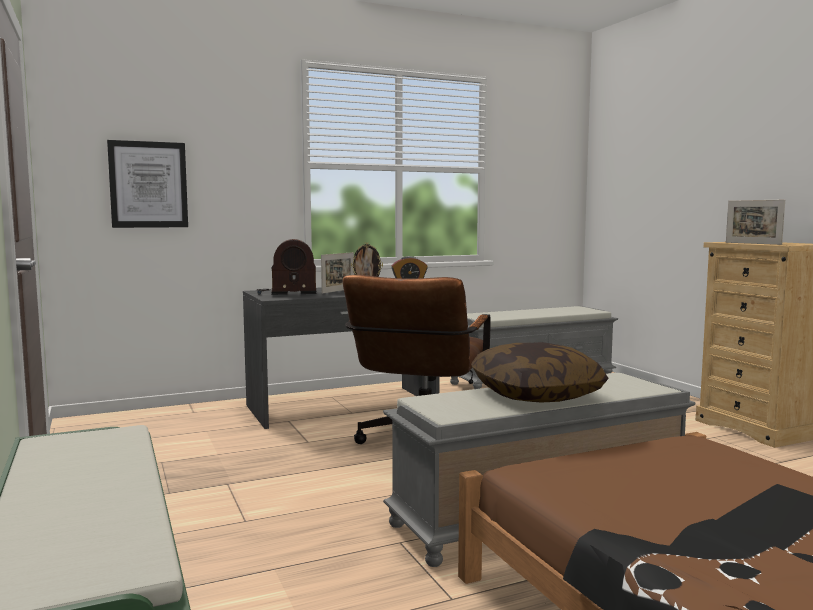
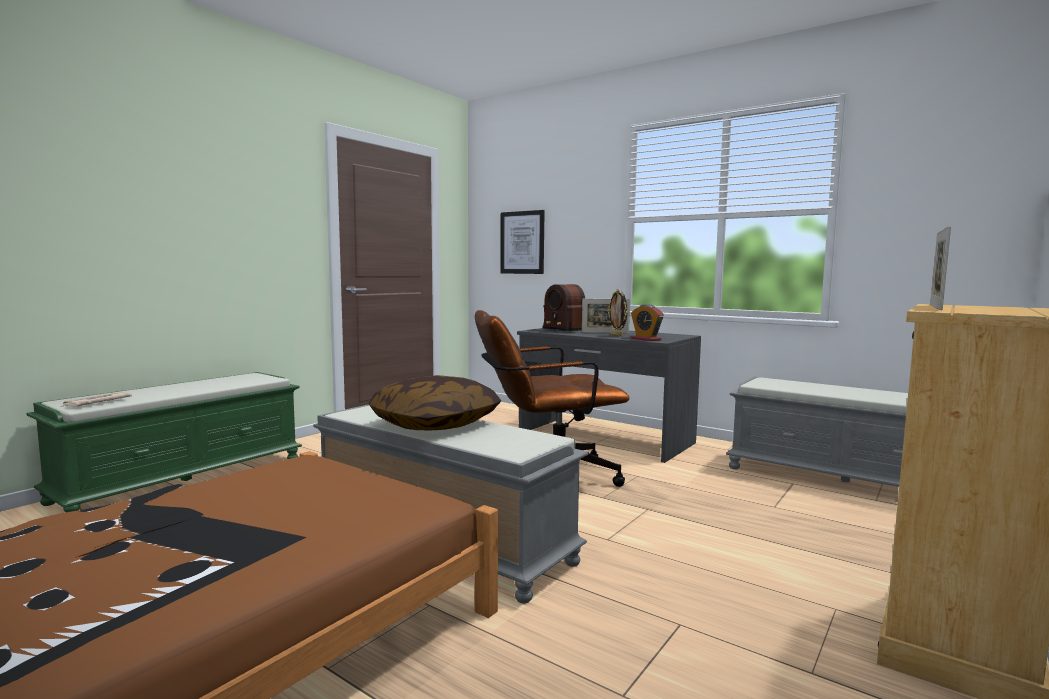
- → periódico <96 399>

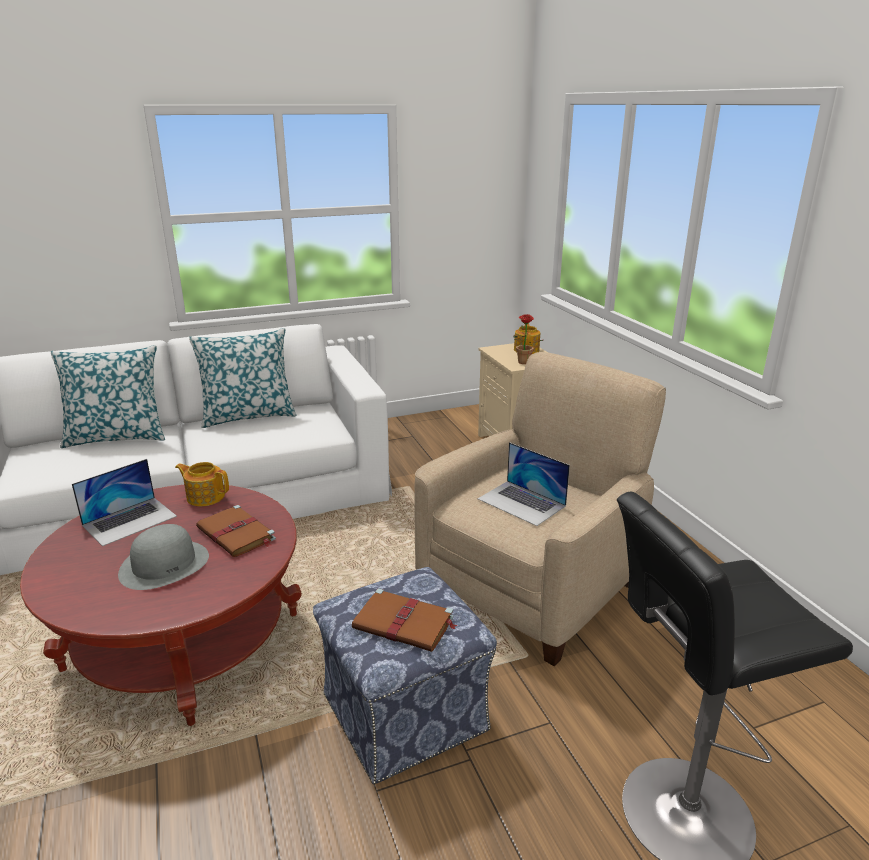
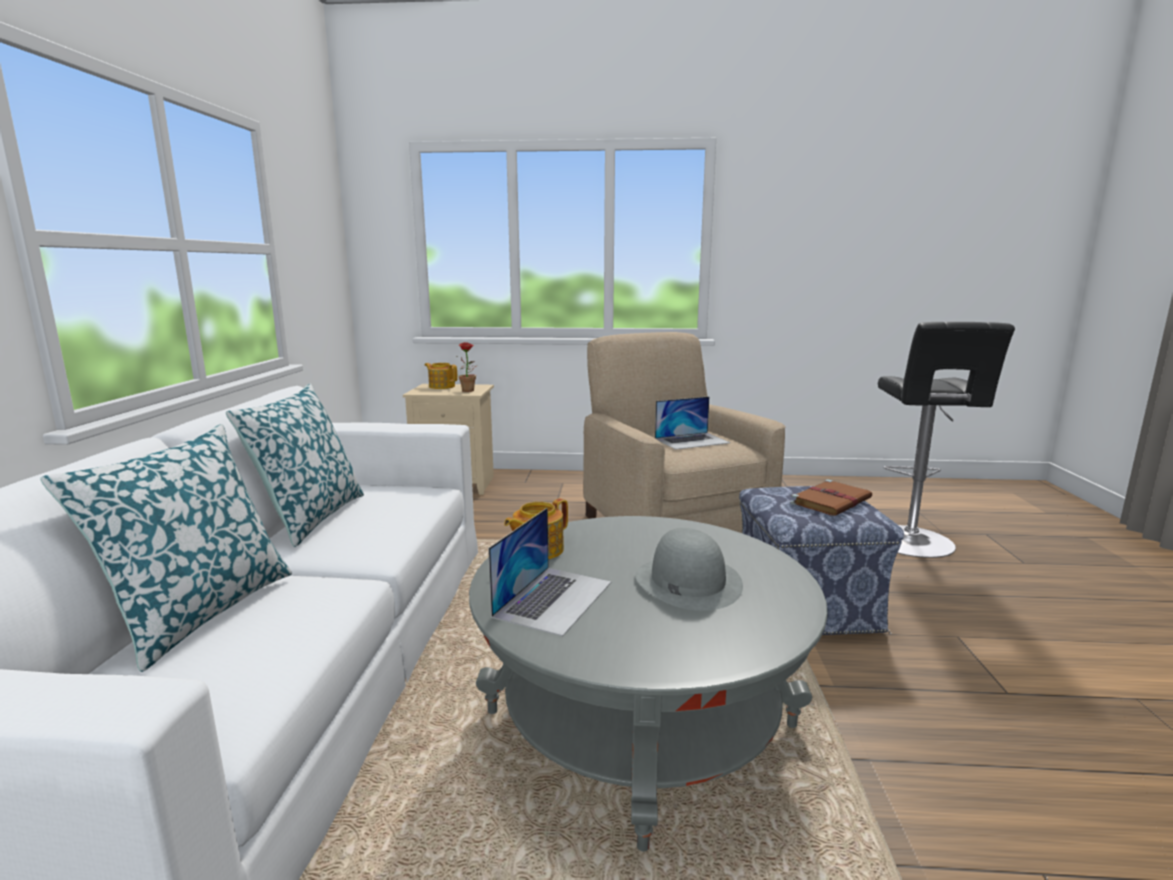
mesa de centro/rojo <161 605> → mesa de centro/gris <648 684>
portátil <124 502> → portátil <549 572>, 45 degrees clockwise
libro/marrón <236 531> → -

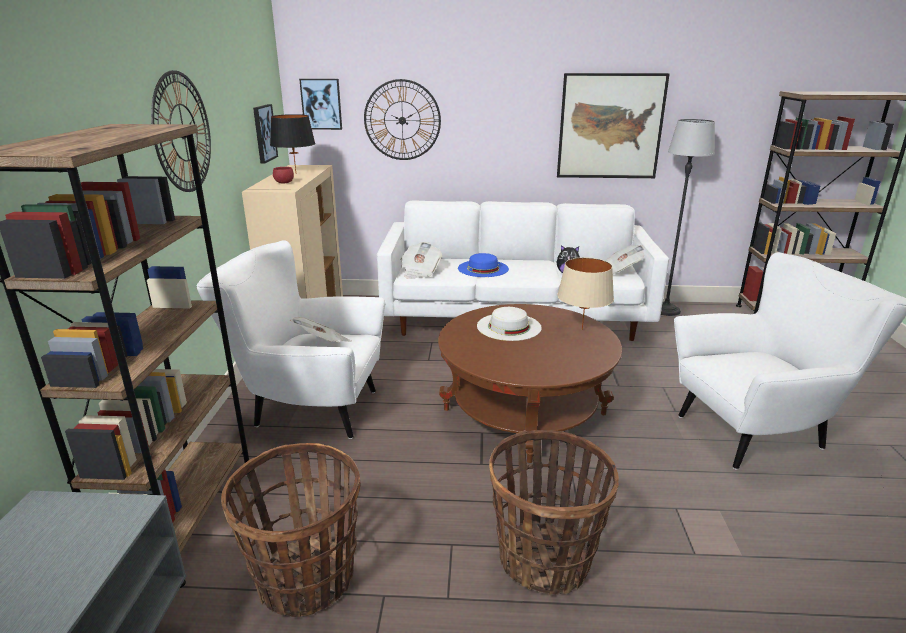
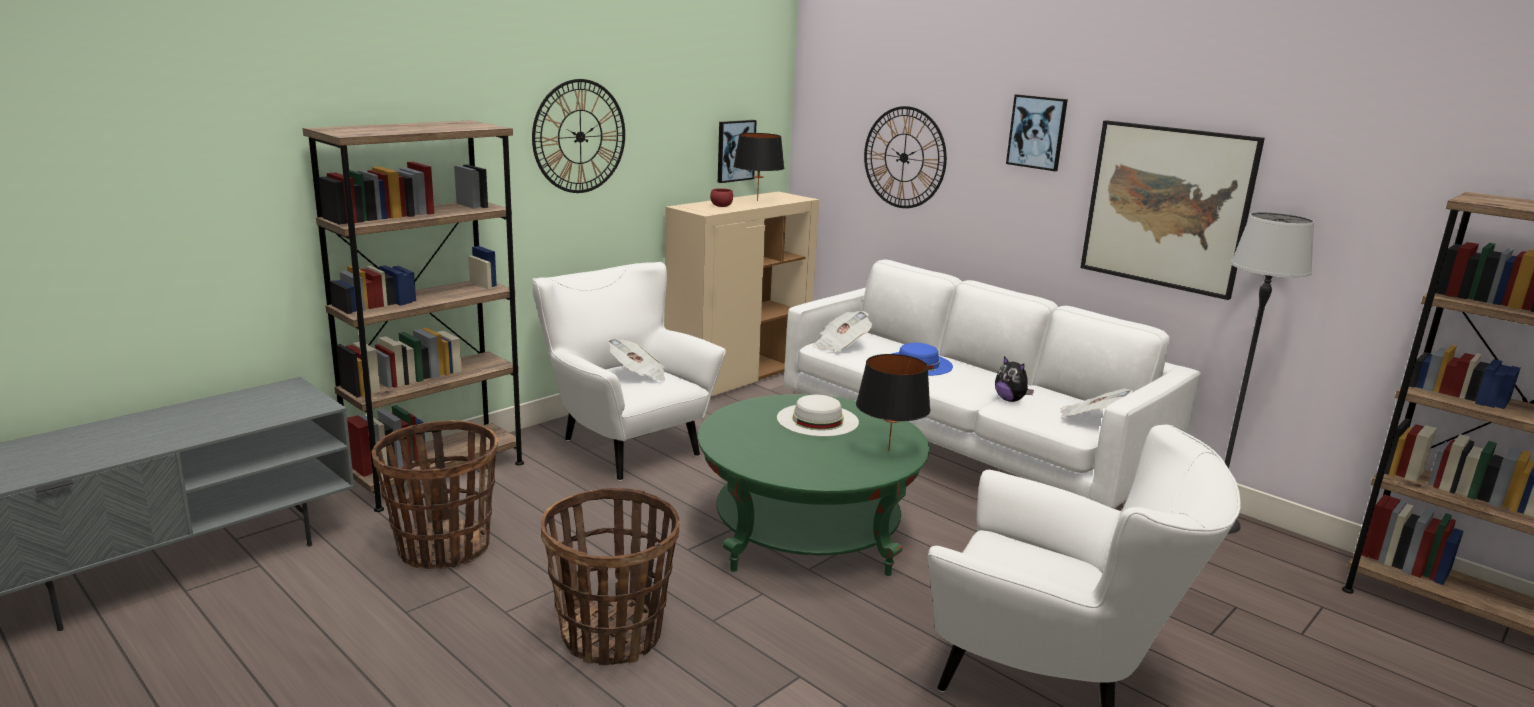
mesa de centro/marrón <530 383> → mesa de centro/verde <813 485>
lámpara de mesa/beis <585 293> → lámpara de mesa/negro <893 402>
cuadro <320 104> → cuadro <1037 132>, move

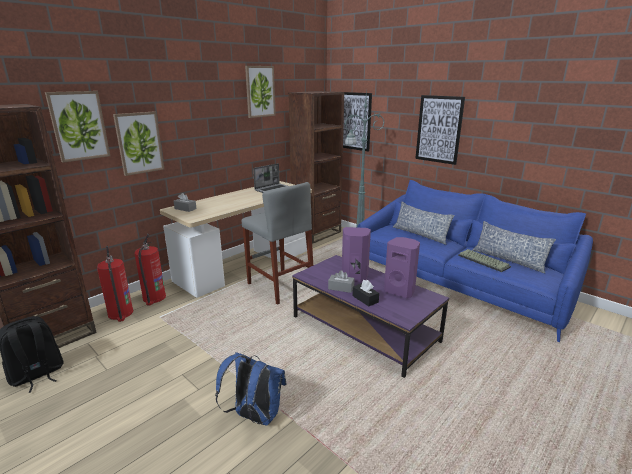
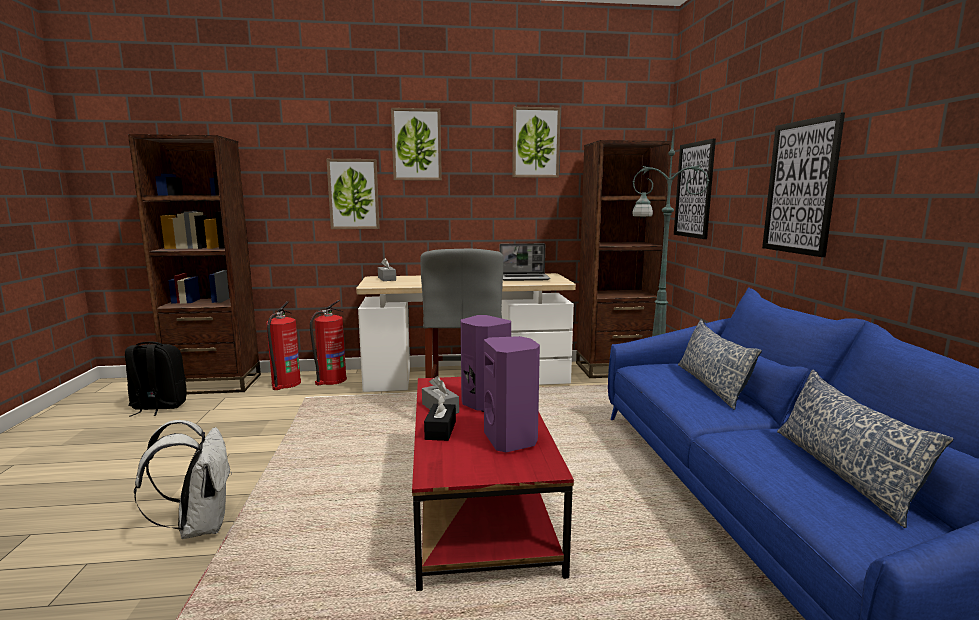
mochila/azul <250 389> → mochila/blanco <183 479>
cuadro <77 127> → cuadro <416 144>, move
mesa de centro/morado <370 316> → mesa de centro/rojo <493 484>
teclado <484 260> → -

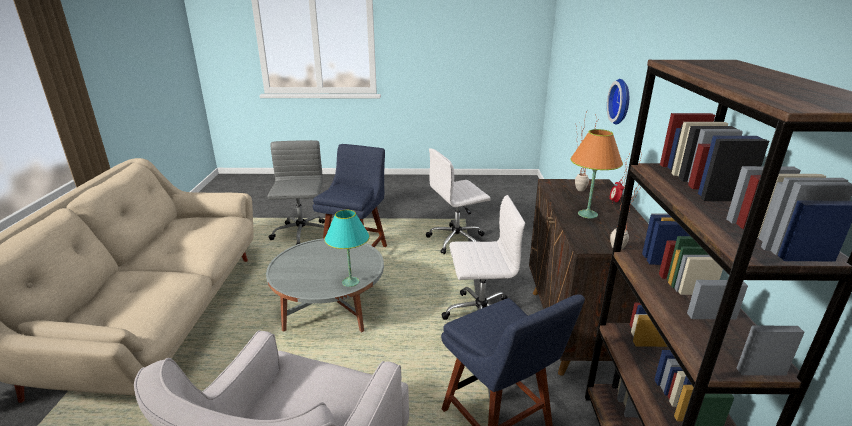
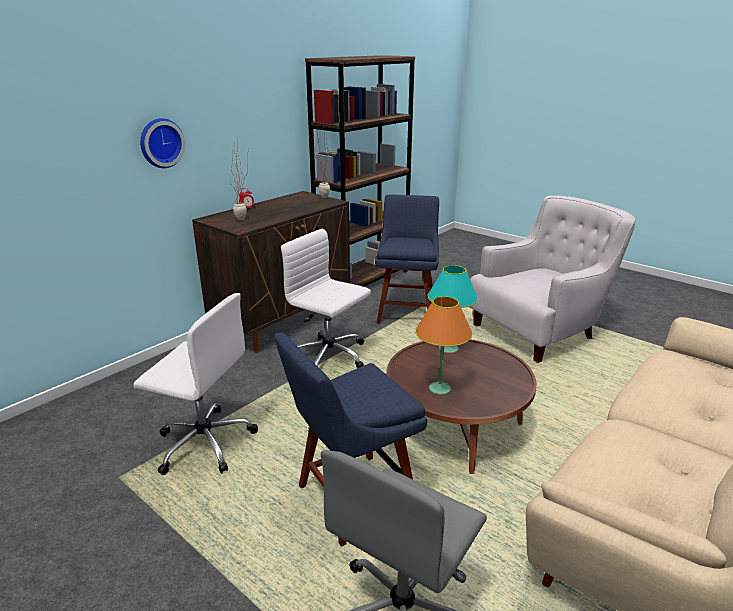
mesa de centro/gris <325 285> → mesa de centro/marrón <461 406>
lámpara de mesa/naranja <596 174> → lámpara de mesa/naranja <444 345>, move

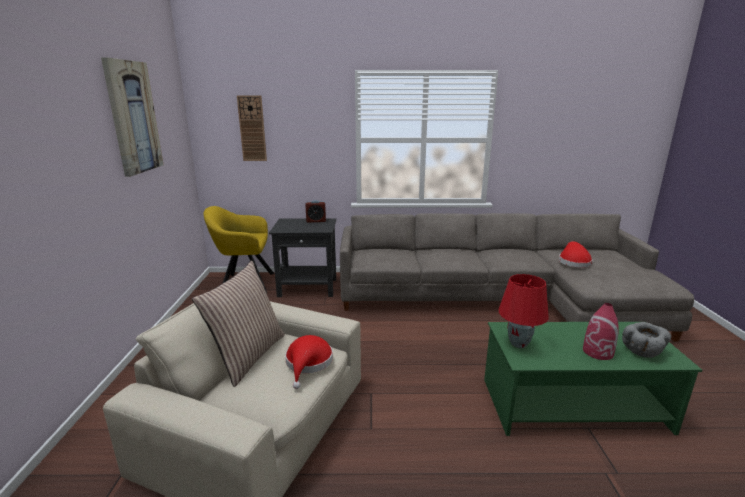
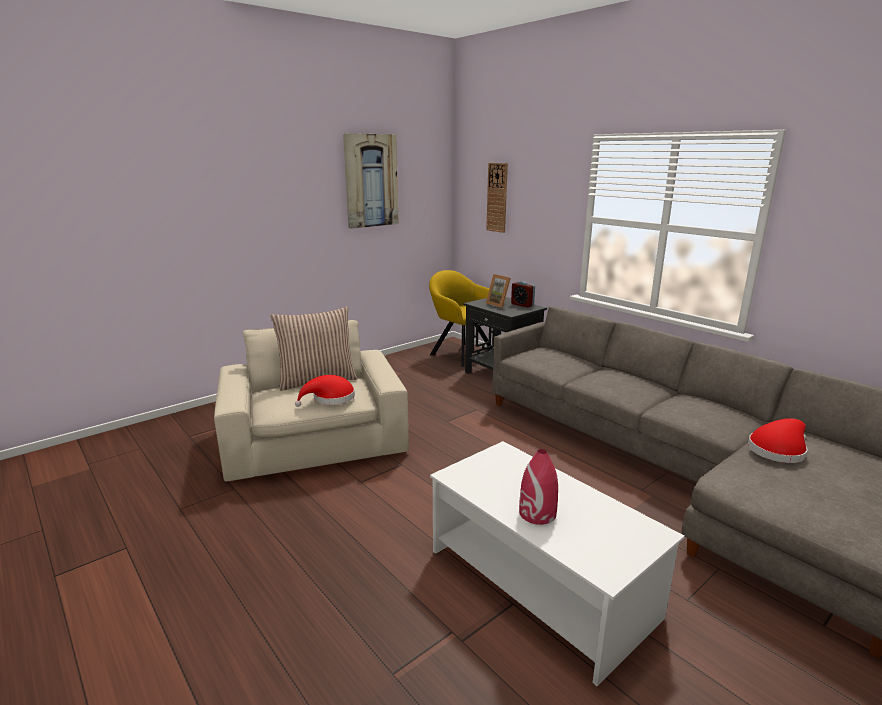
mesa de centro/verde <593 379> → mesa de centro/blanco <557 563>
- → portarretratos <498 291>
lámpara de mesa/rojo <524 311> → -
cuenco/gris <646 340> → -

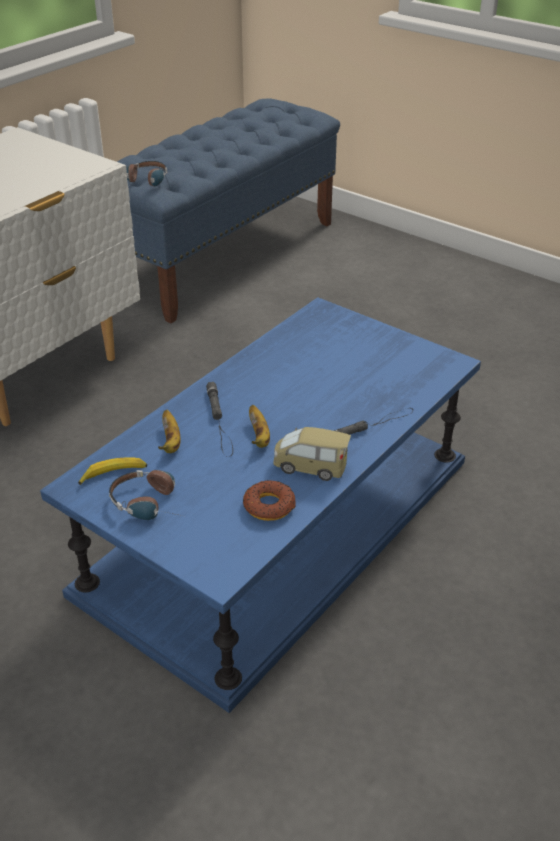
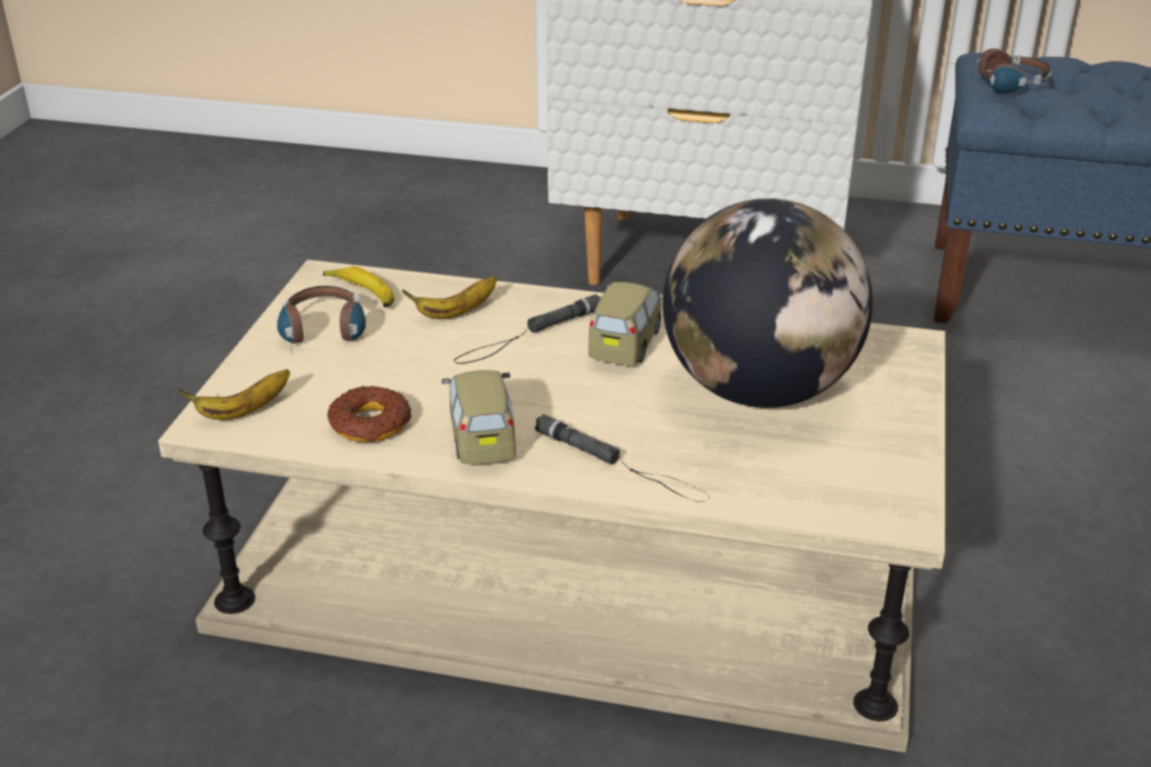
mesa de centro/azul <260 505> → mesa de centro/beis <551 506>
plátano <259 426> → plátano <234 394>, move
- → coche de juguete <625 323>
- → globo terráqueo <768 303>

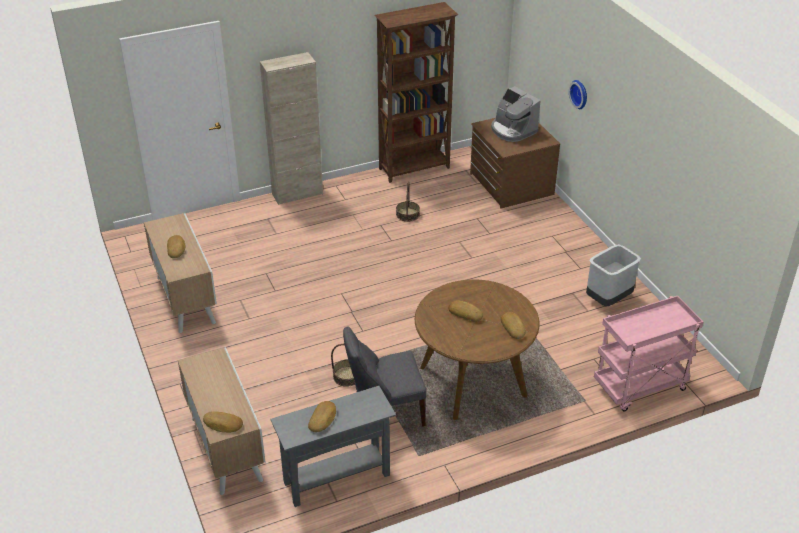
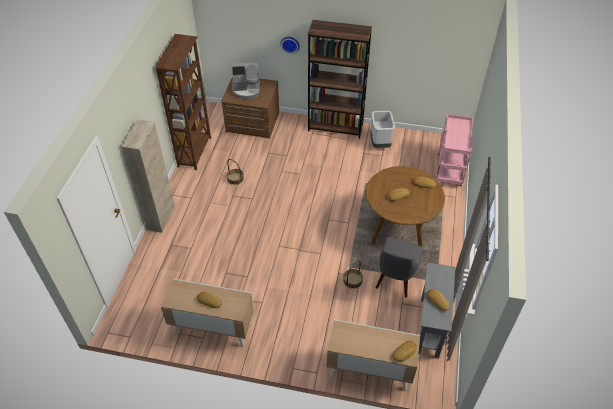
- → estantería/marrón <340 79>

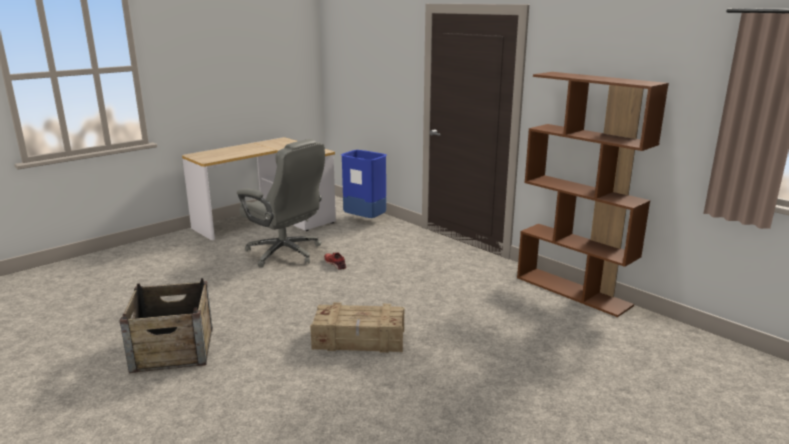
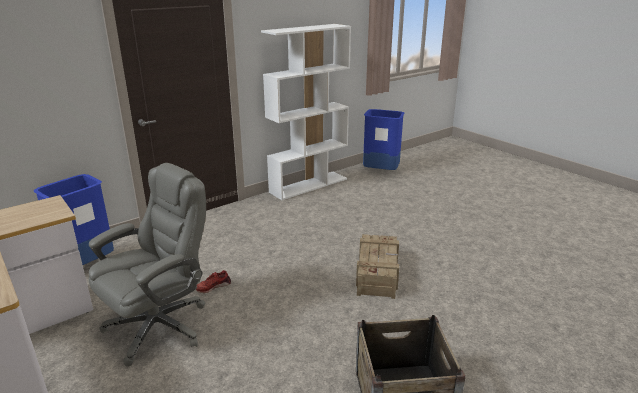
estantería/marrón <593 194> → estantería/blanco <306 112>
- → papelera/azul <383 139>

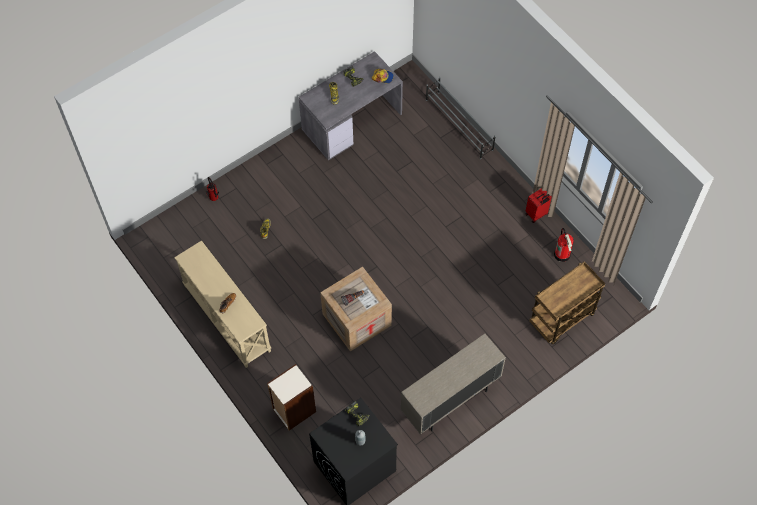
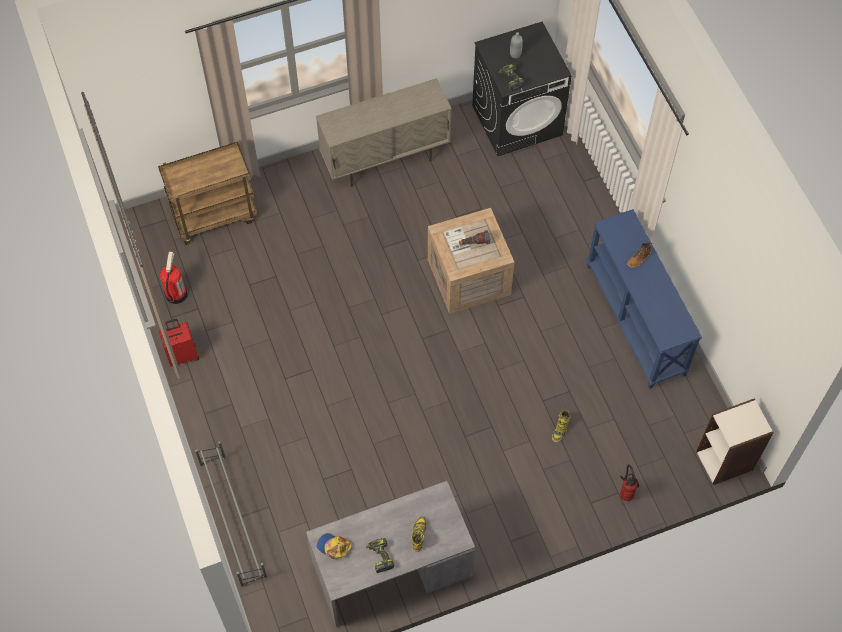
mesa consola/beis <222 304> → mesa consola/azul <644 299>
estantería <291 397> → estantería <734 441>, move

